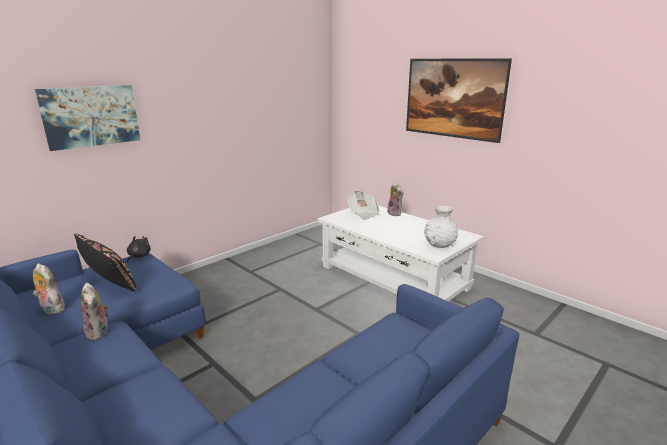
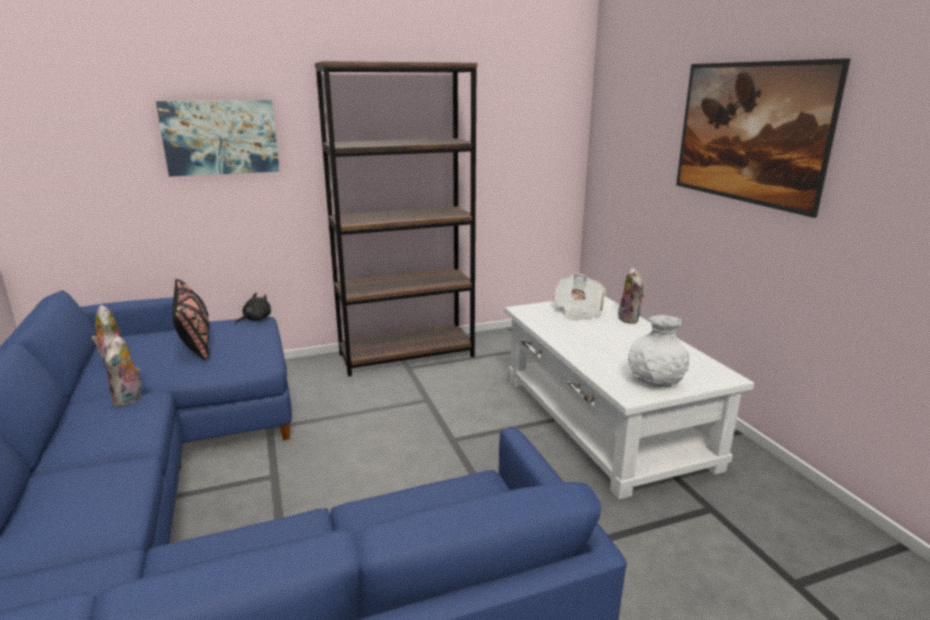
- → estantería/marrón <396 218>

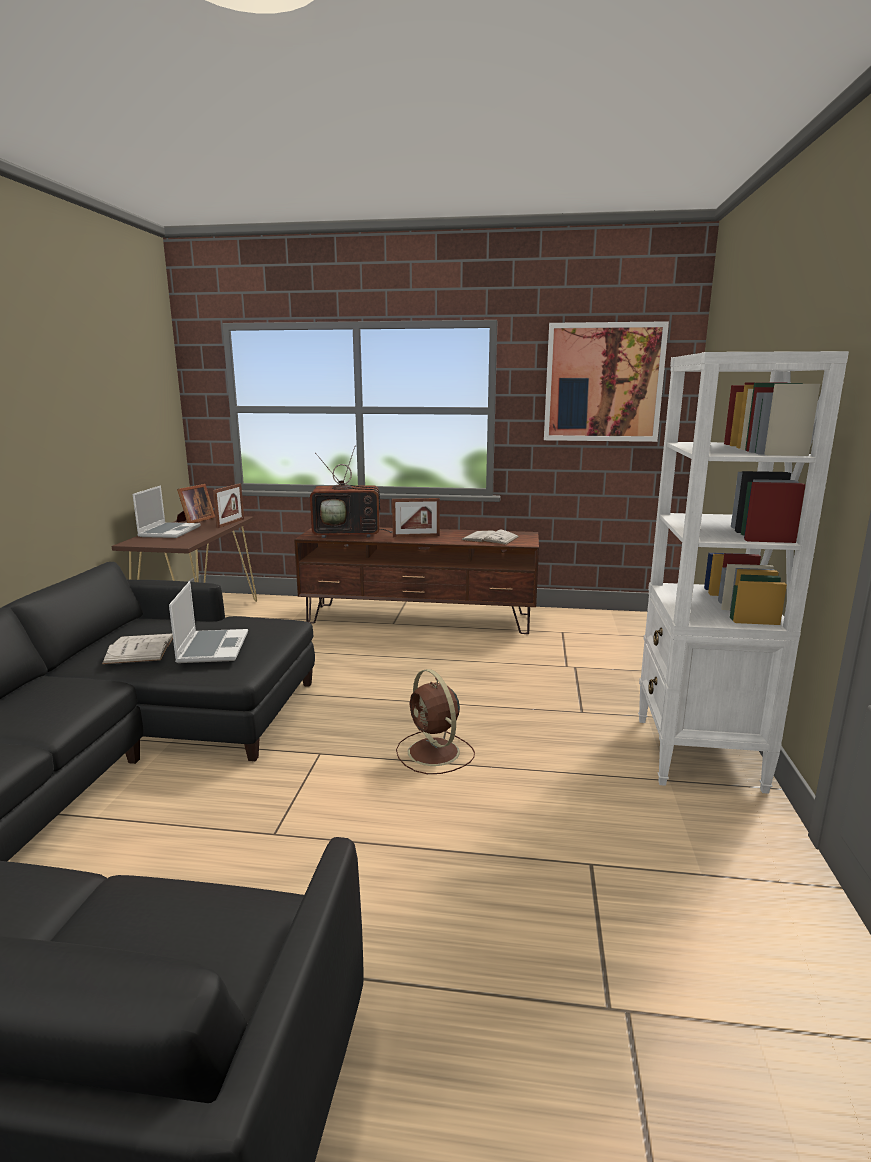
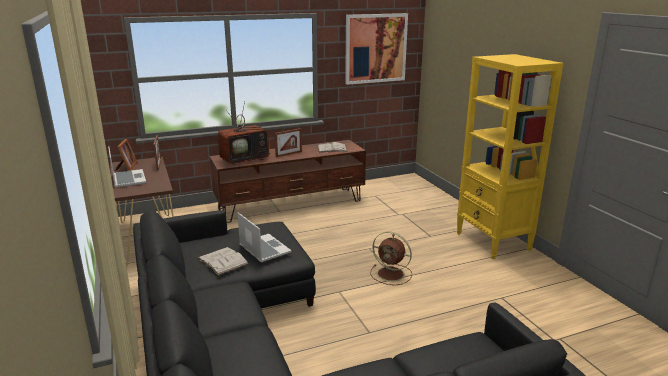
estantería/blanco <743 572> → estantería/amarillo <510 156>

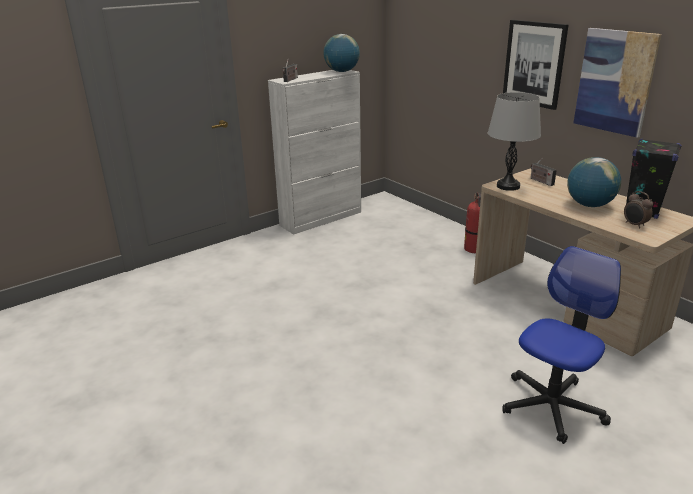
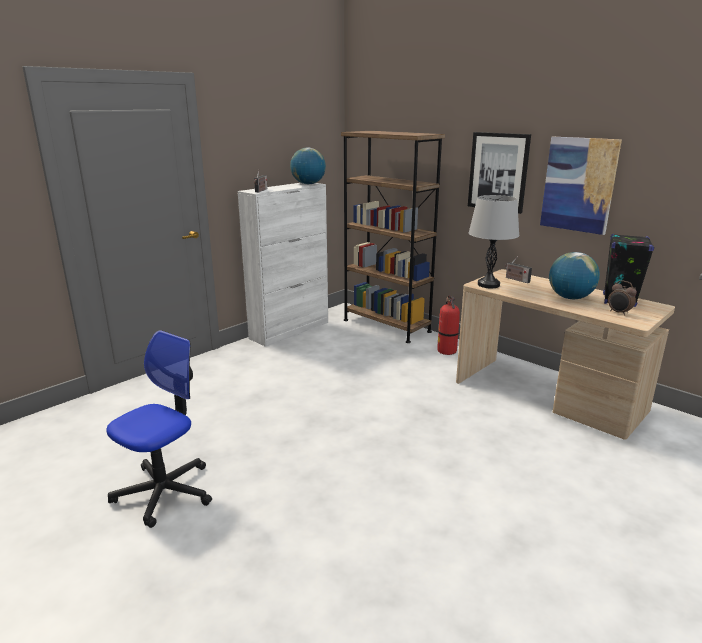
silla de oficina <561 345> → silla de oficina <159 429>, move
- → estantería/marrón <393 237>

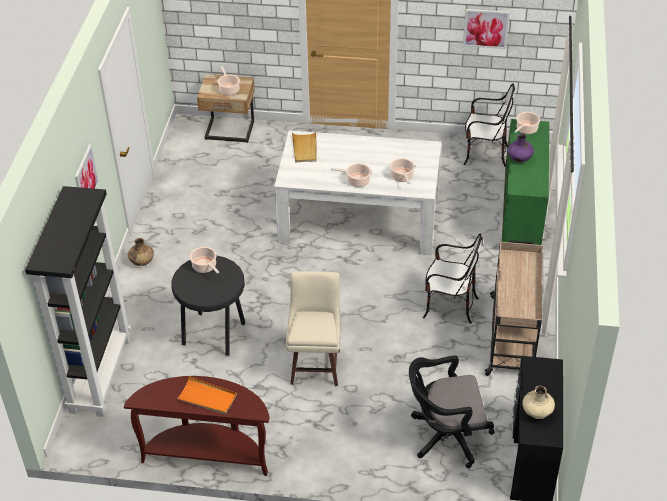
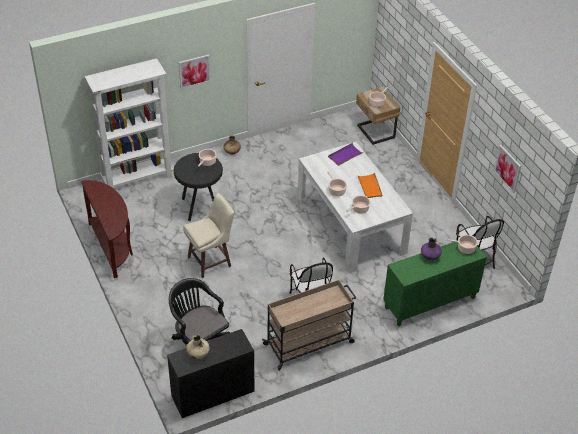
estantería/negro <78 301> → estantería/blanco <128 123>
bandeja/beis <304 147> → bandeja/morado <346 154>
bandeja/naranja <206 395> → bandeja/naranja <369 185>, move

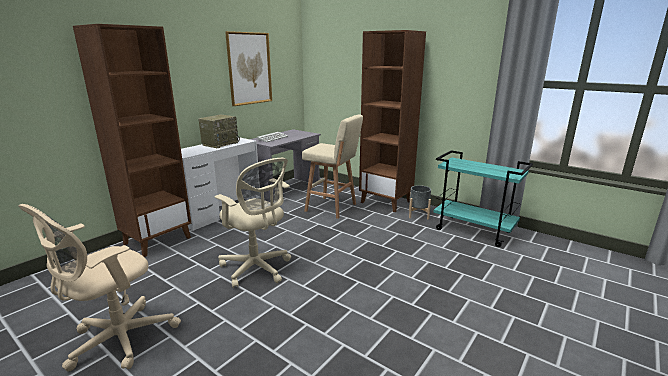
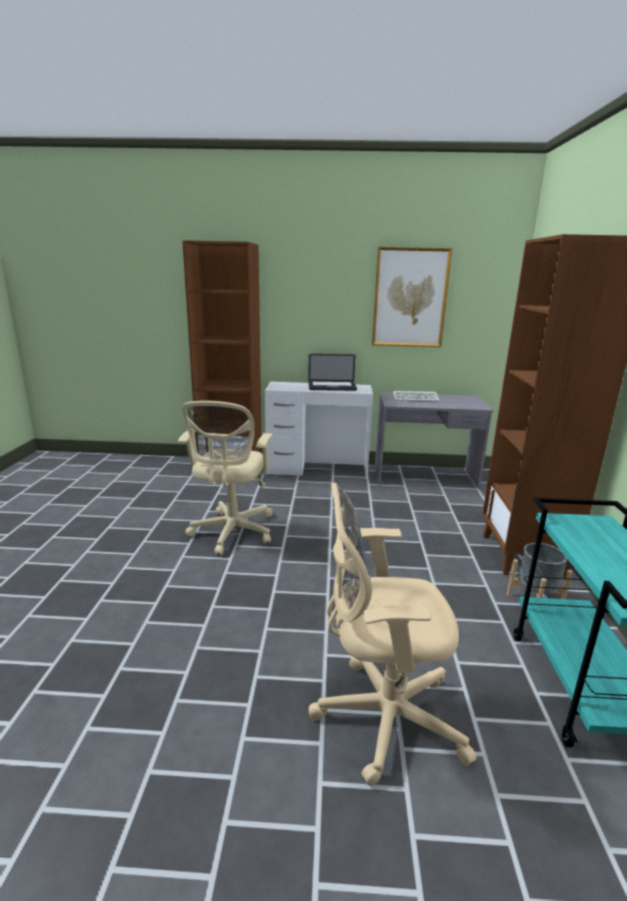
radio <219 131> → portátil <332 372>
silla de oficina/beis <99 287> → silla de oficina/beis <393 634>, move
taburete/beis <332 166> → -

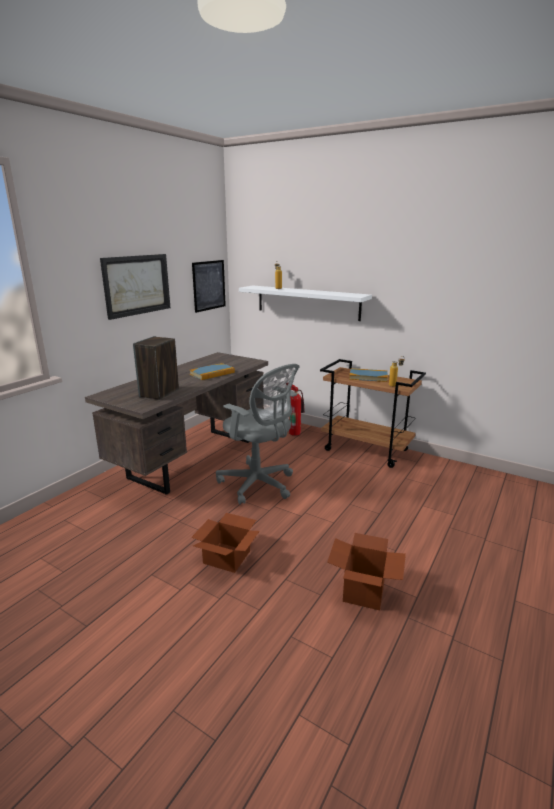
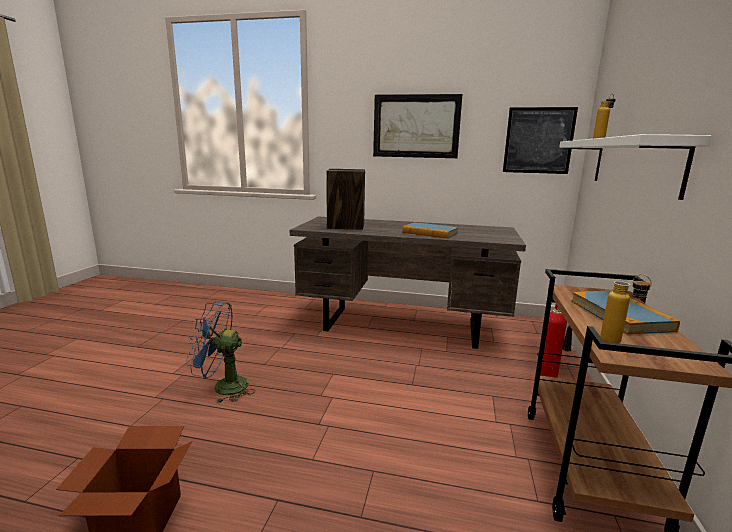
caja de cartón <225 543> → ventilador/azul <220 352>
silla de oficina/gris <258 434> → -

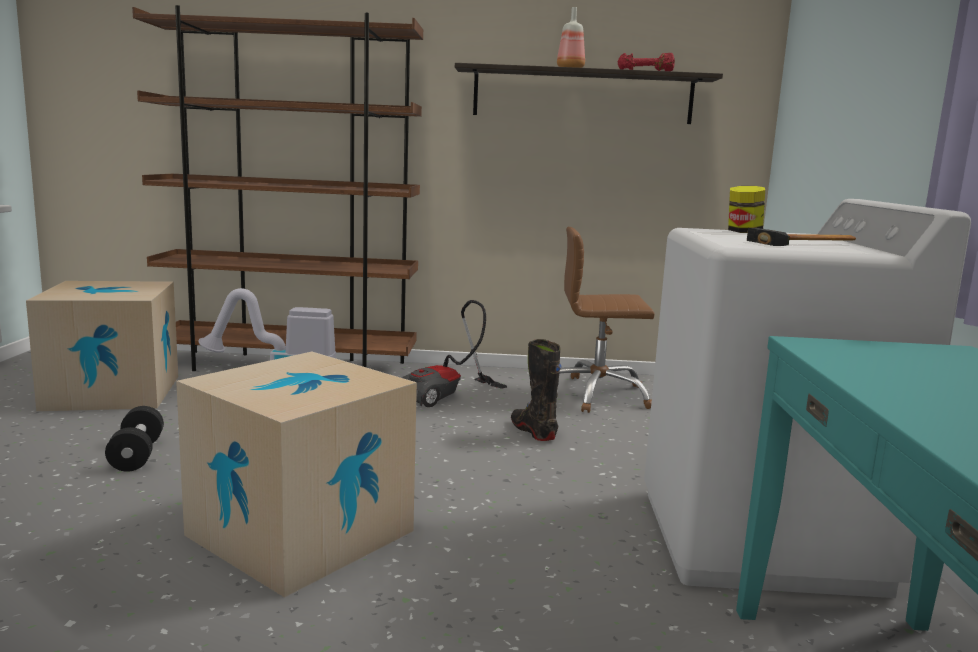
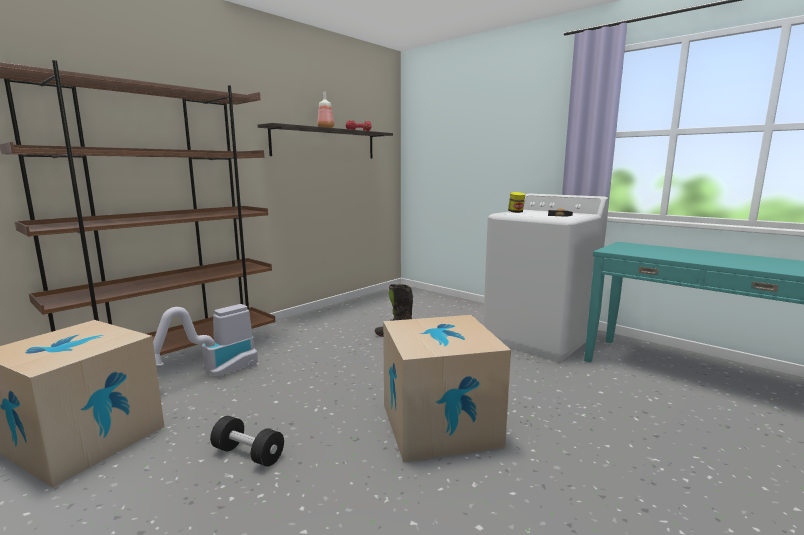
aspiradora <454 353> → -
silla de oficina/marrón <606 320> → -

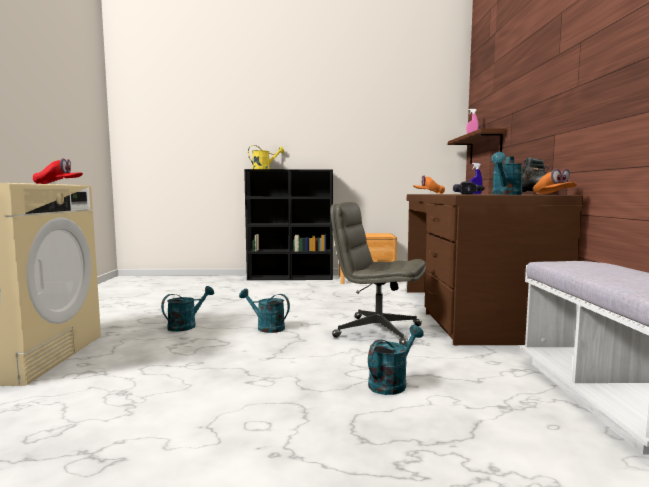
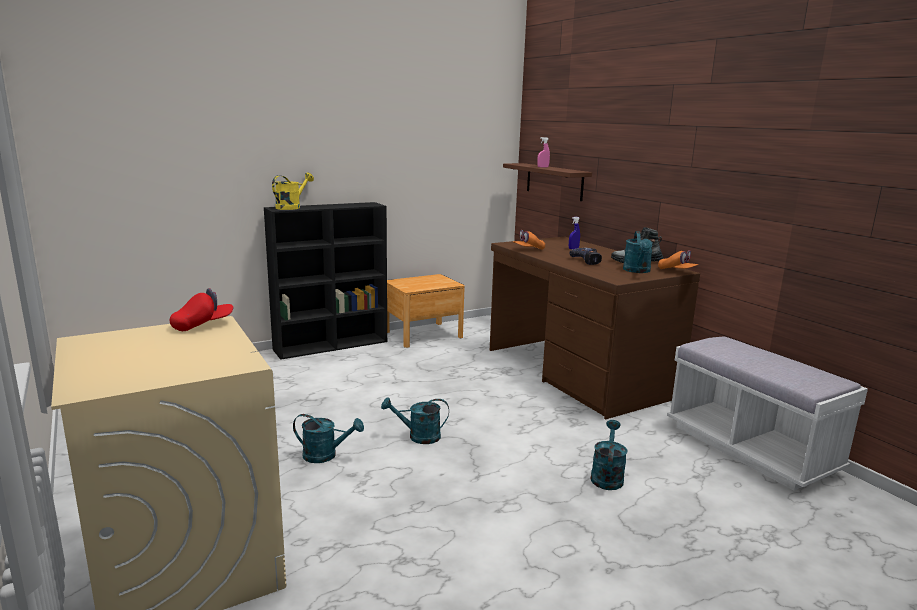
regadera/turquesa <187 309> → regadera/turquesa <328 438>, 90 degrees clockwise
silla de oficina/gris <378 273> → -

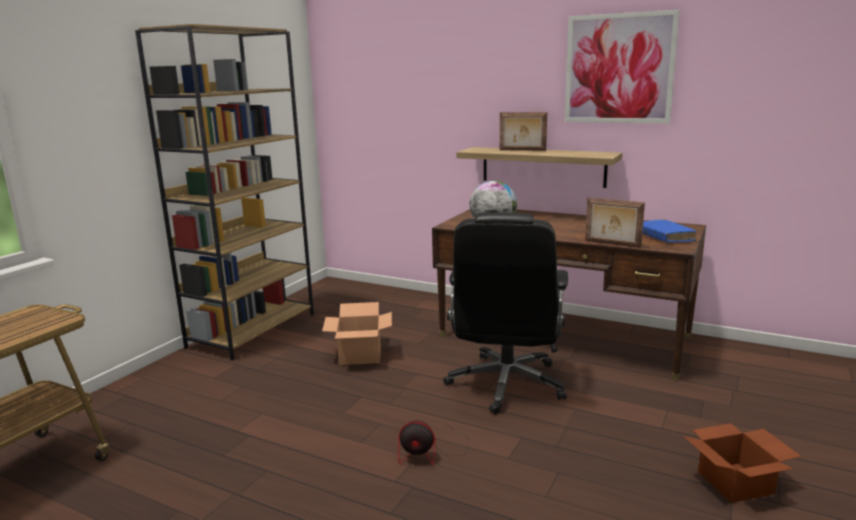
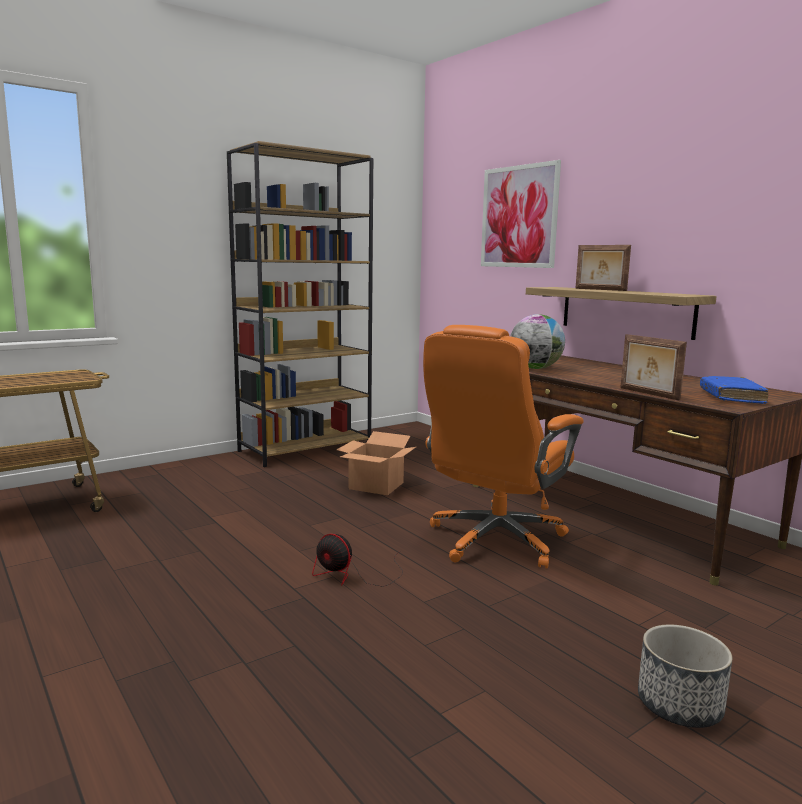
silla de oficina/negro <505 313> → silla de oficina/naranja <503 446>
cuadro <622 67> → cuadro <521 214>, move
caja de cartón <743 463> → maceta <685 676>

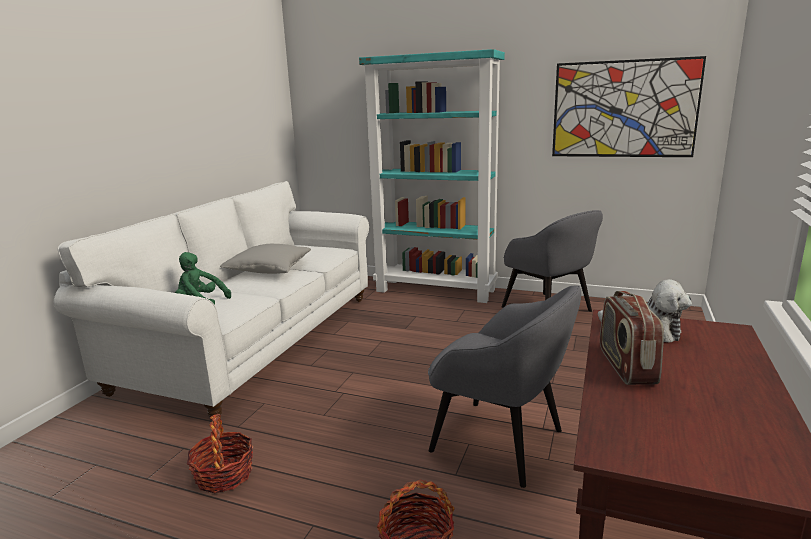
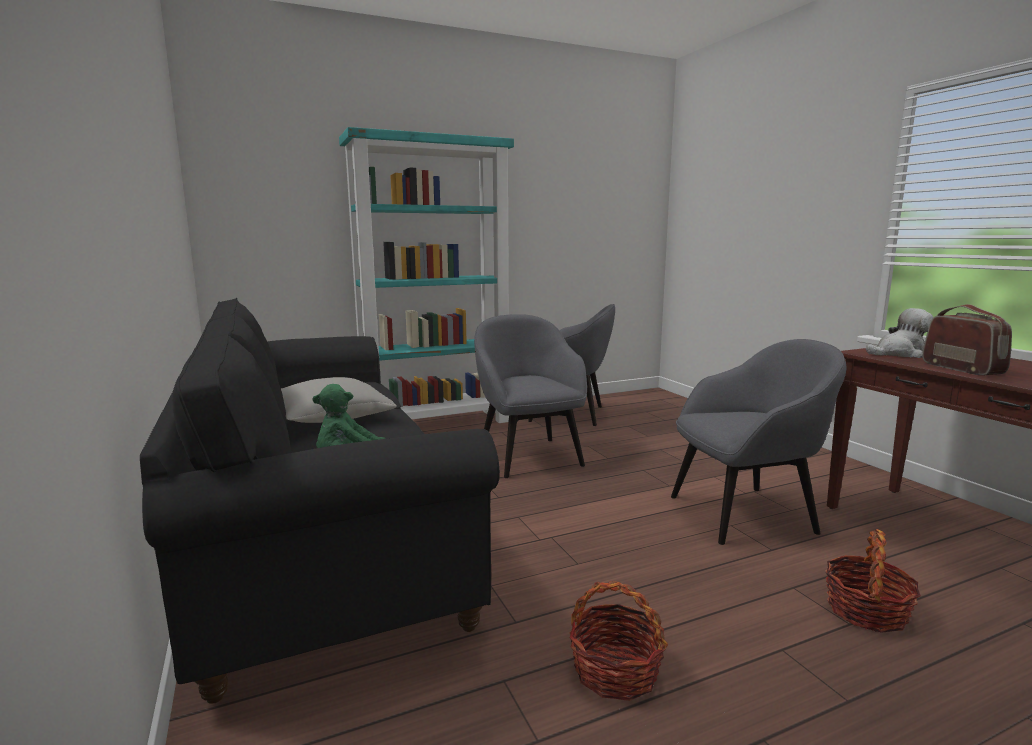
sofá/blanco <211 299> → sofá/negro <320 501>
- → sillón/gris <530 396>
radio <632 338> → radio <967 339>, 150 degrees counterclockwise
cuadro <629 106> → -

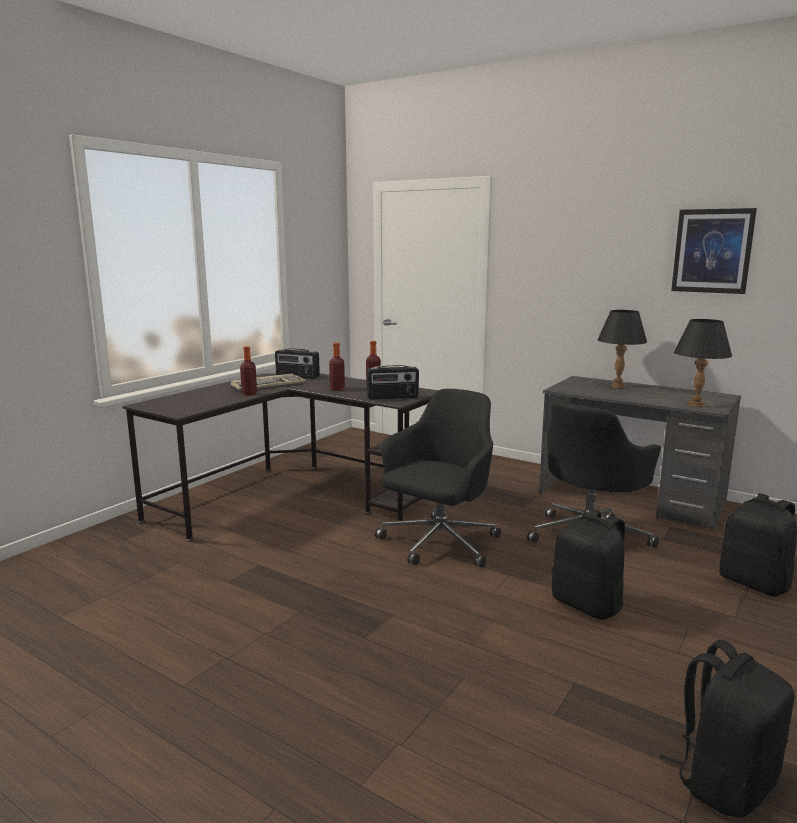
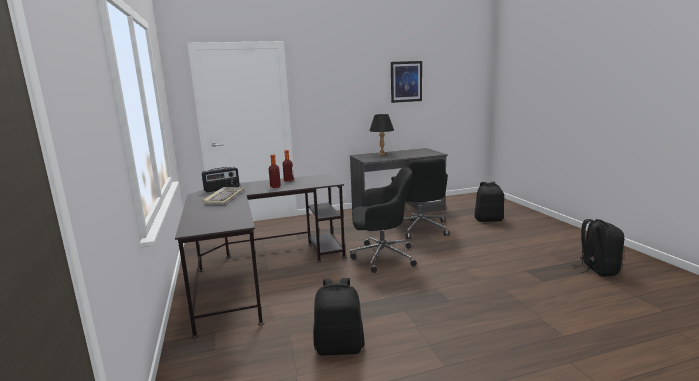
mochila/negro <588 564> → mochila/negro <339 316>, move
silla de oficina/negro <438 478> → silla de oficina/negro <383 220>, 105 degrees clockwise
botella <248 370> → -
radio <393 382> → -
lámpara de mesa/negro <703 363> → -

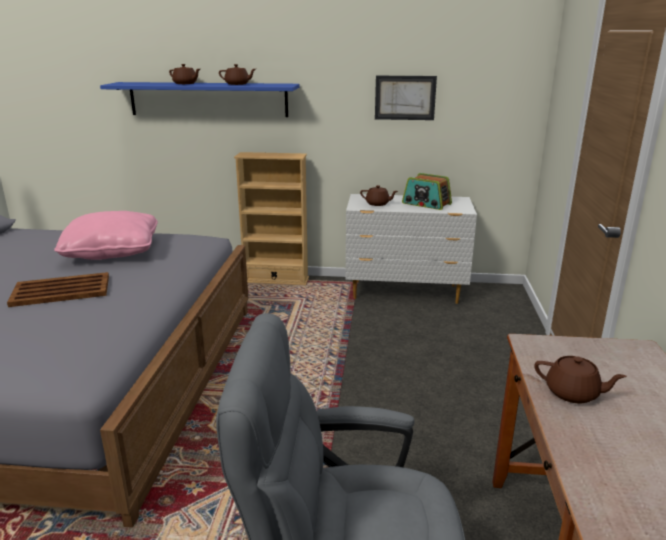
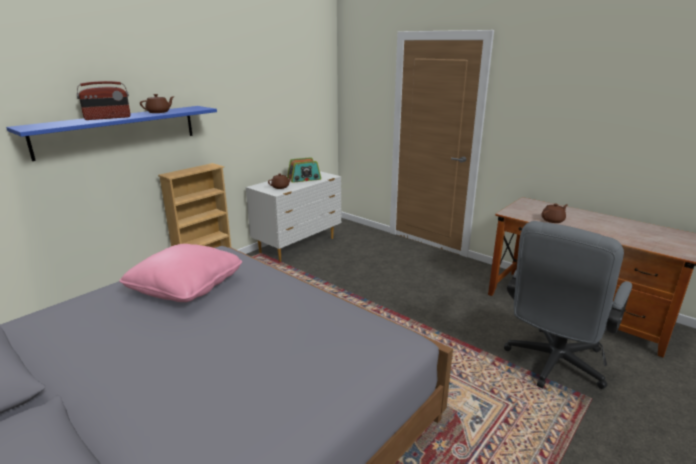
tetera/marrón <184 74> → radio <104 100>
bandeja/marrón <58 289> → -
cuadro <406 98> → -

